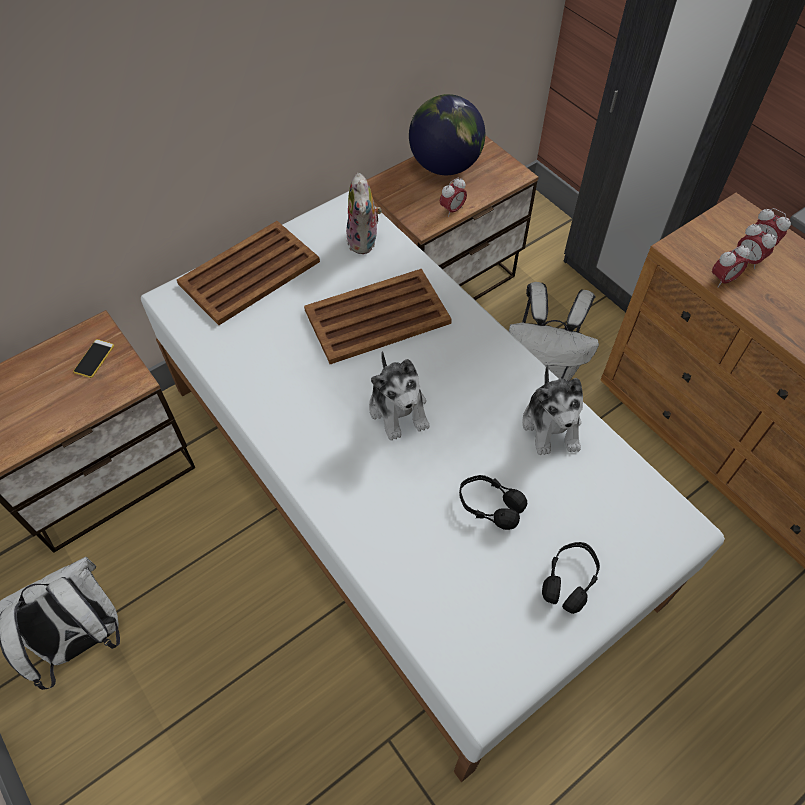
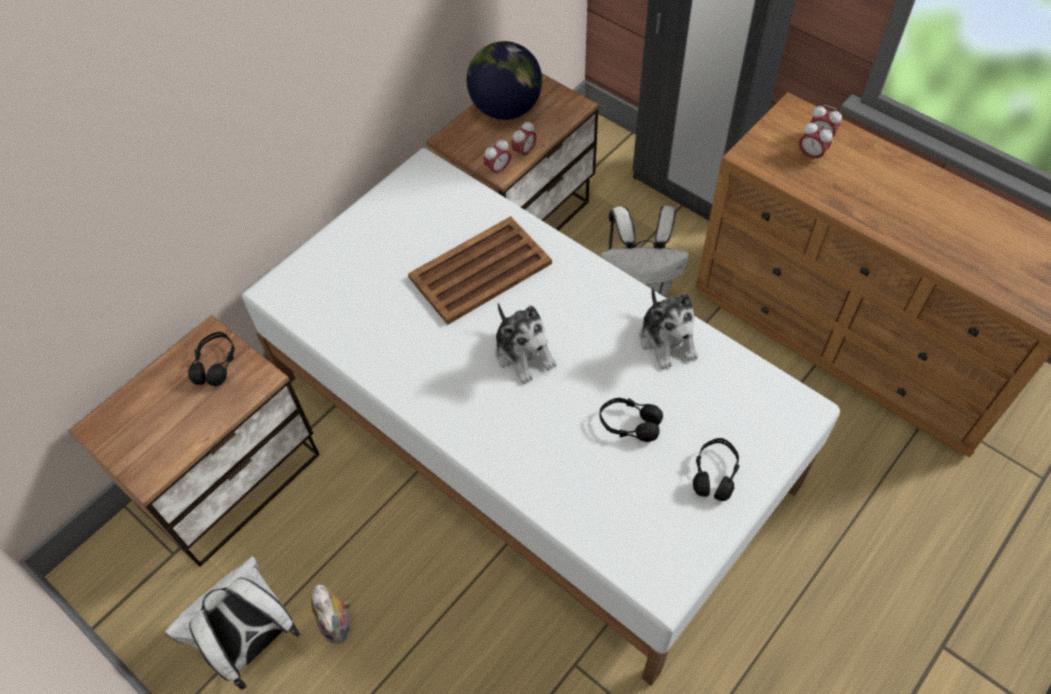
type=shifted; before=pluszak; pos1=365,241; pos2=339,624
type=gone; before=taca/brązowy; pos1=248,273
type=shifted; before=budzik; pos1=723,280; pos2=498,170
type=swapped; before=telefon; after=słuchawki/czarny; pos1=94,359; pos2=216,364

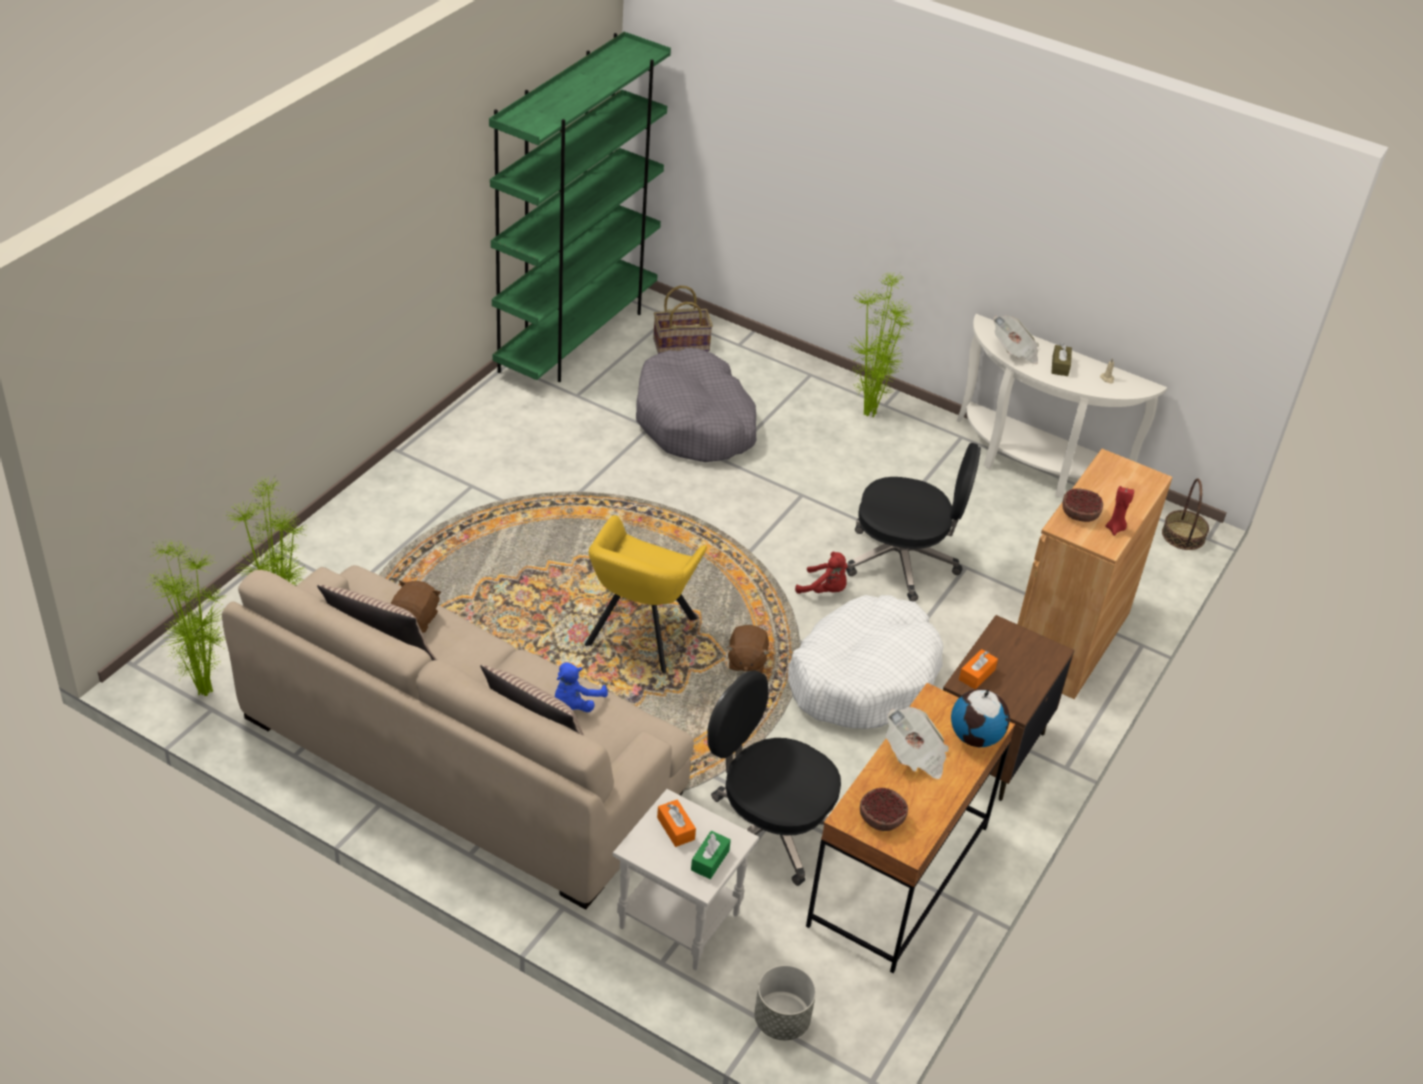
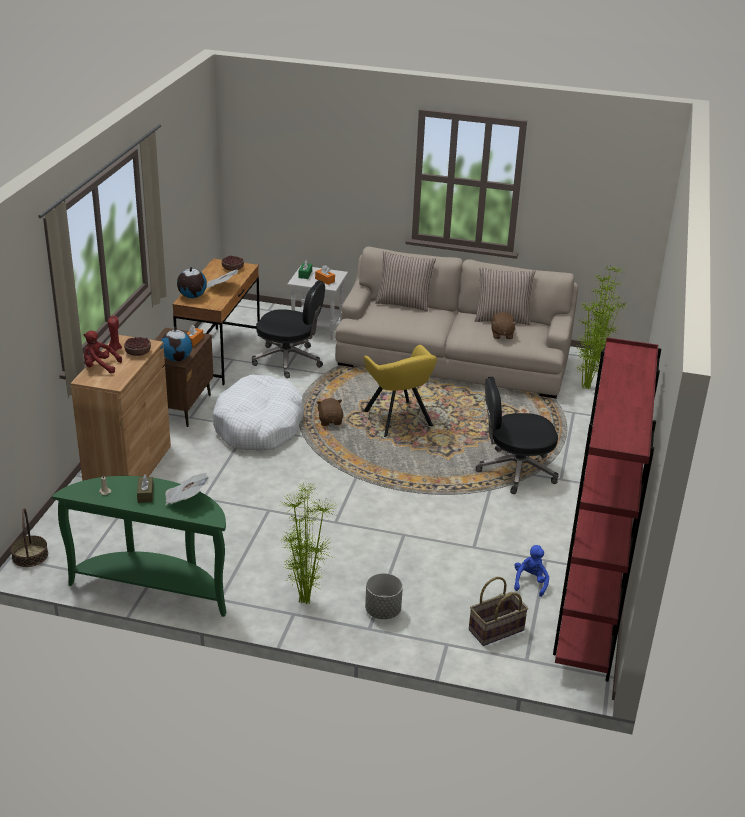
type=repainted; before=regał/zielony; after=regał/czerwony; pos1=577,336; pos2=588,615
type=repainted; before=stolik konsolowy/biały; after=stolik konsolowy/zielony; pos1=1033,466; pos2=154,586
type=gone; before=legowisko/szary; pos1=695,422
type=shifted; before=krzesło biurowe/czarny; pos1=903,561; pos2=515,470
type=rotated; before=fotel/żółty; pos1=638,636; pos2=398,421; turn=150
type=shifted; before=pluszak/czerwony; pos1=824,590; pos2=100,367
type=shifted; before=pluszak/niebieski; pos1=575,703; pos2=530,582
type=shifted; before=donica/szary; pos1=782,1020; pos2=382,611
type=new; after=globus; pos2=177,359

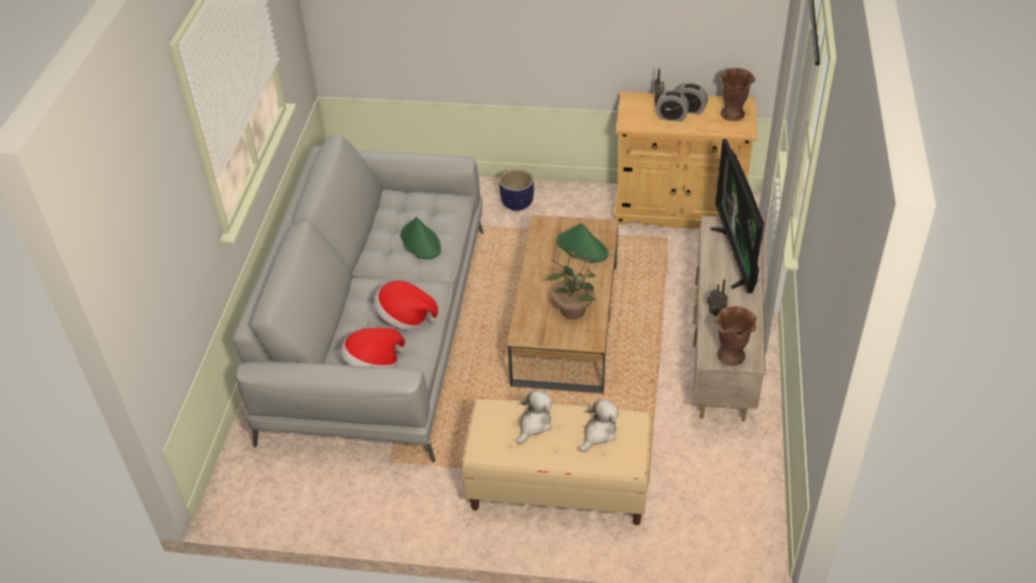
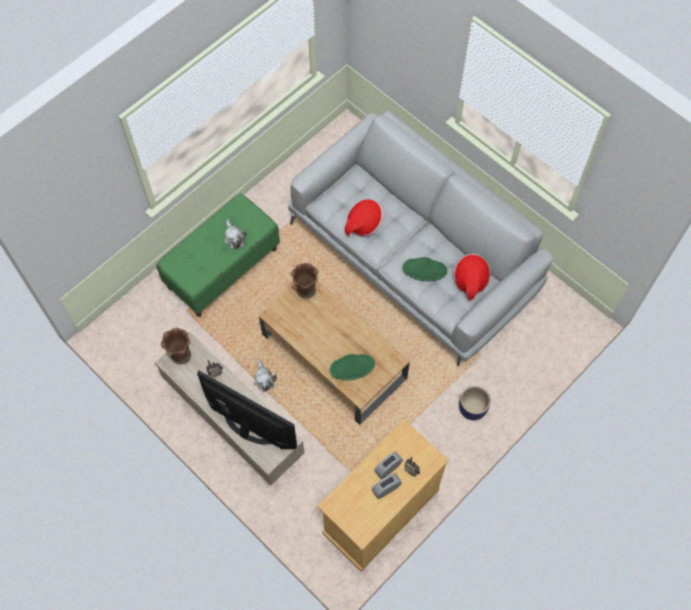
type=shifted; before=wazon/brązowy; pos1=732,114; pos2=306,290
type=gone; before=roślina doniczkowa; pos1=573,309
type=shifted; before=kapelusz; pos1=374,364; pos2=470,281
type=repainted; before=ławka/beżowy; after=ławka/zielony; pos1=558,488; pos2=222,268
type=shifted; before=pluszak; pos1=599,433; pos2=264,379

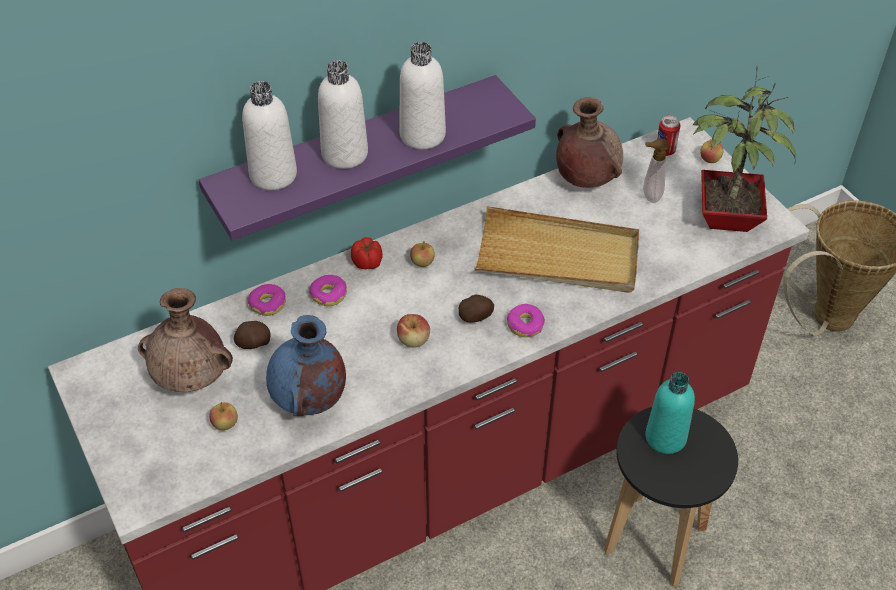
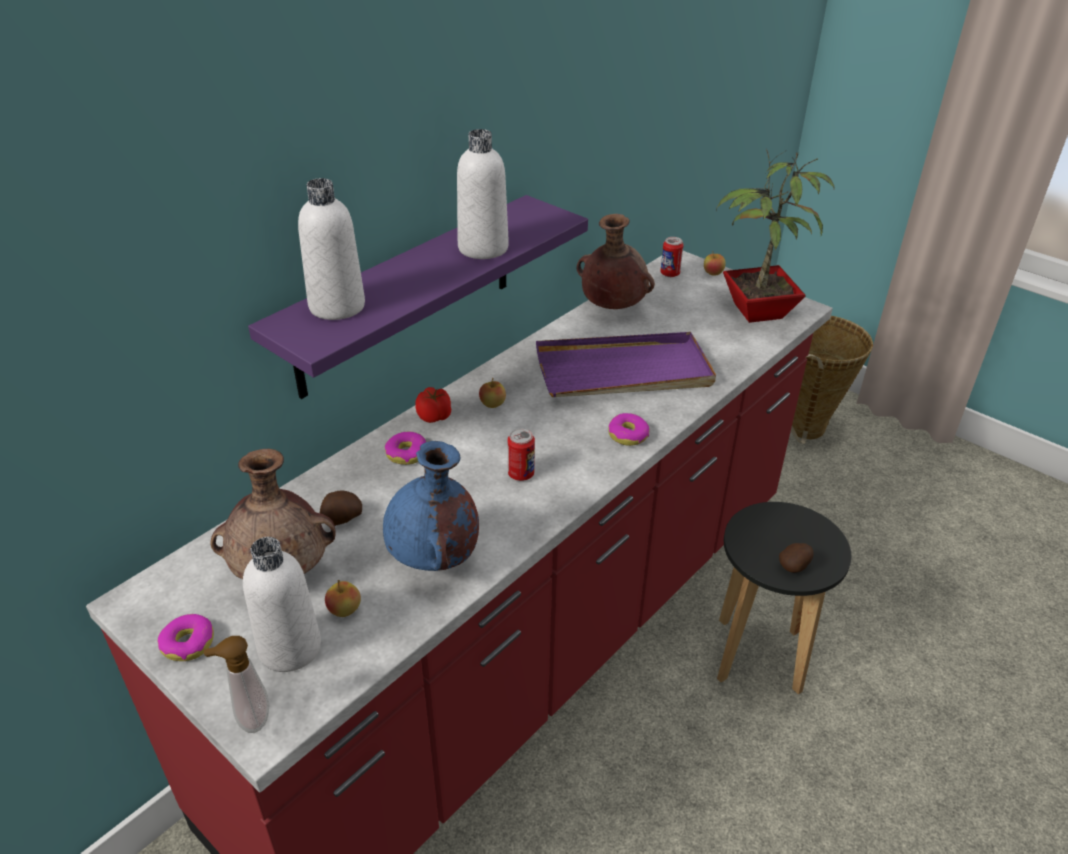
type=shifted; before=butelka/biały; pos1=344,154; pos2=290,648
type=shifted; before=dozownik mydła; pos1=649,196; pos2=250,719
type=repainted; before=taca/beżowy; after=taca/fioletowy; pos1=558,256; pos2=624,371
type=shifted; before=donut; pos1=268,304; pos2=188,643
type=shifted; before=ziemniak; pos1=476,317; pos2=795,566
type=swapped; before=jabłko; after=puszka; pos1=413,340; pos2=521,474
type=gone; before=butelka/turkusowy; pos1=665,437

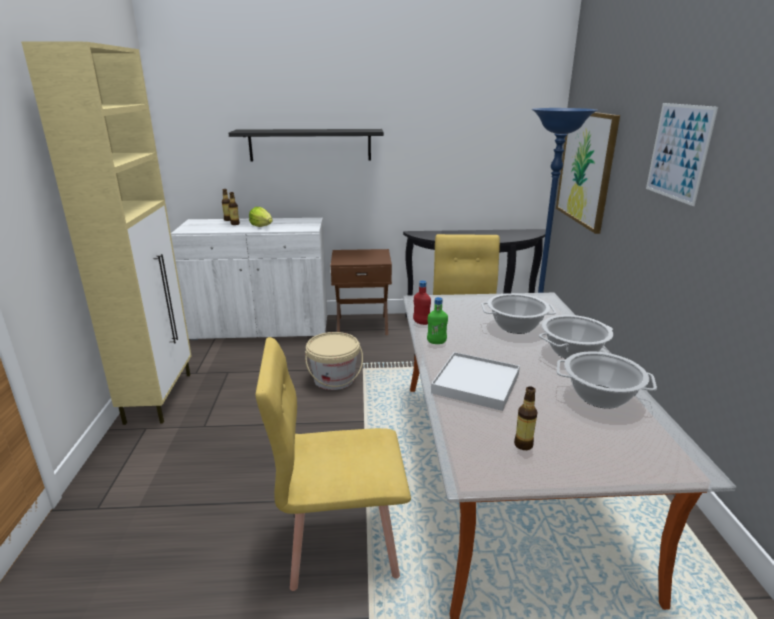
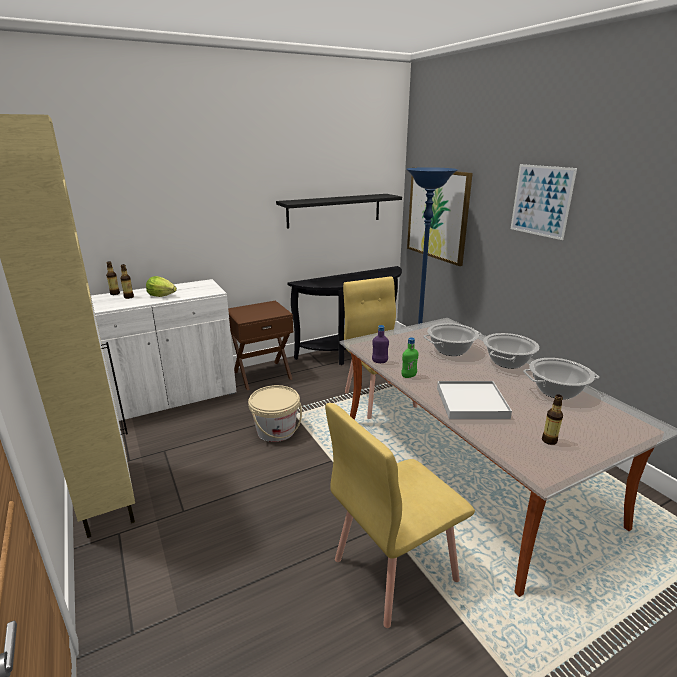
type=shifted; before=półka/czarny; pos1=310,145; pos2=334,210
type=repainted; before=butelka/czerwony; after=butelka/fioletowy; pos1=421,323; pos2=379,362

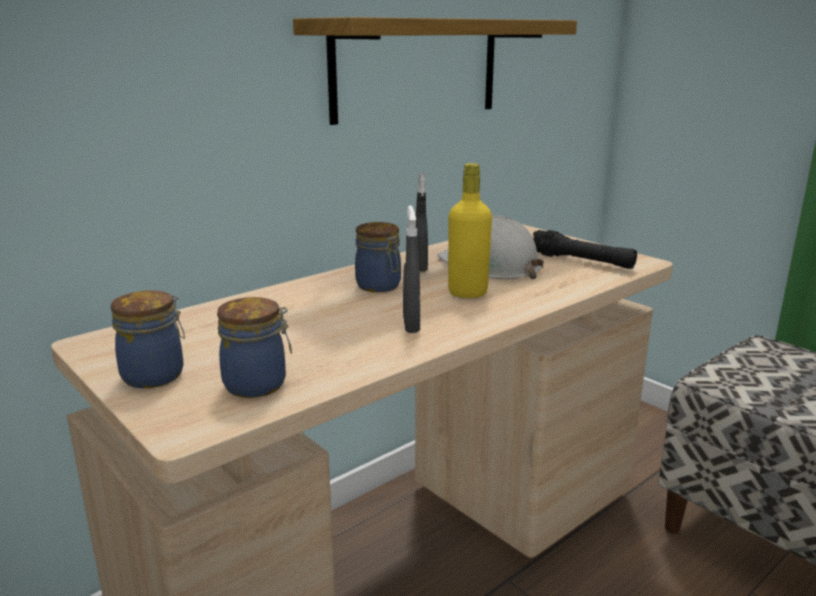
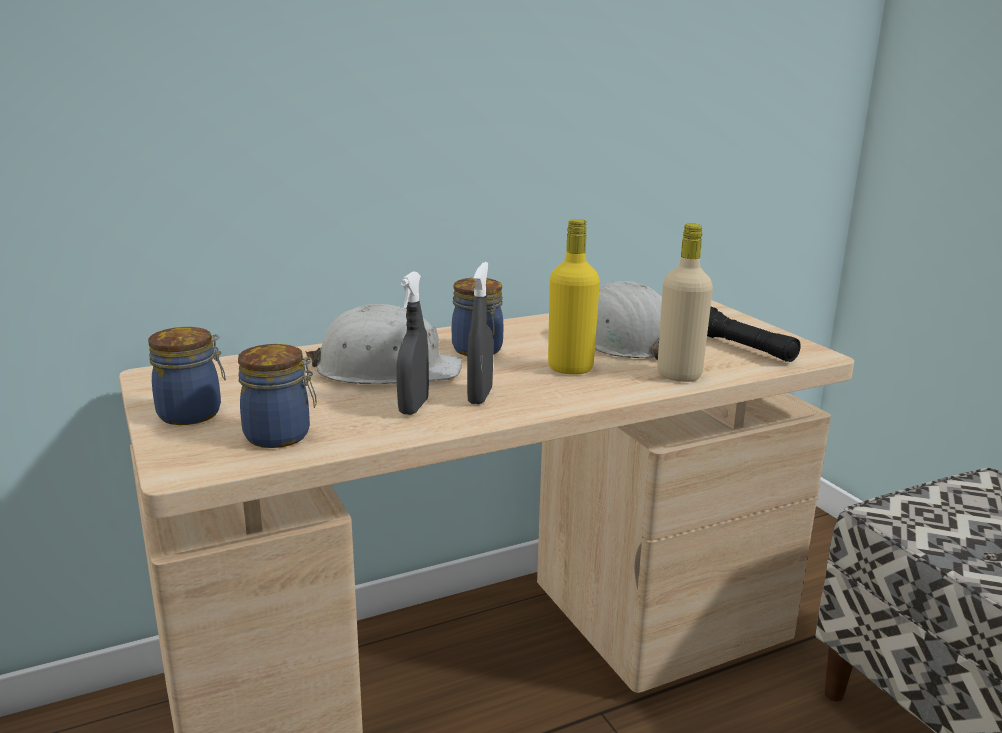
type=gone; before=półka; pos1=417,69
type=shifted; before=spryskiwacz/szary; pos1=421,267; pos2=413,407
type=new; after=butelka/beżowy; pos2=679,375
type=new; after=kask/biały; pos2=387,370

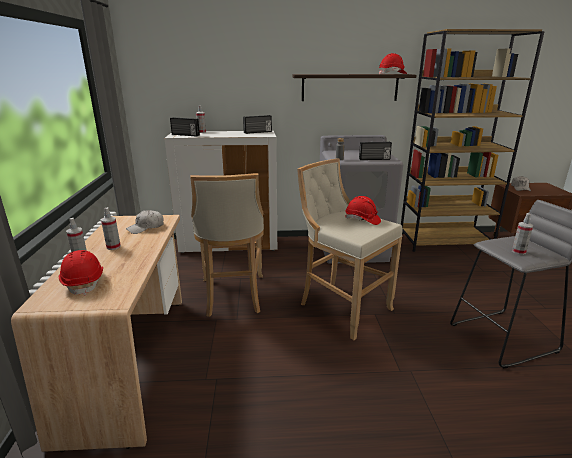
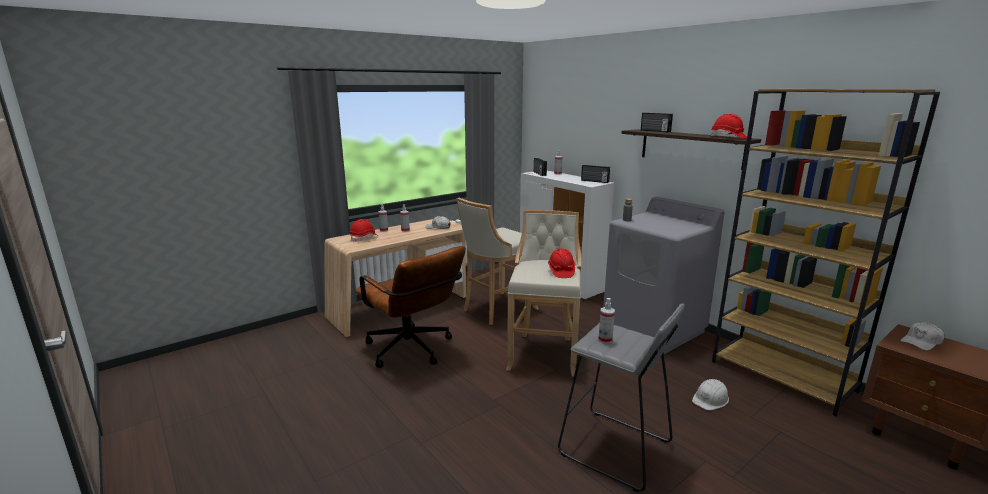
type=shifted; before=radio; pos1=374,159; pos2=655,131
type=new; after=krzesło biurowe/brązowy; pos2=413,351
type=new; after=kask/biały; pos2=710,399

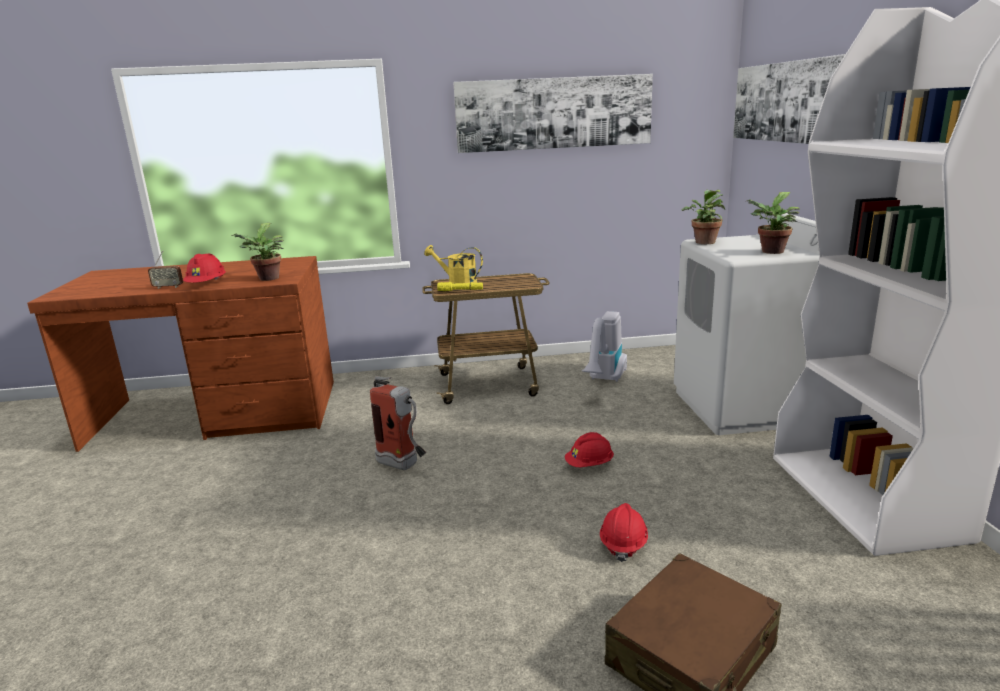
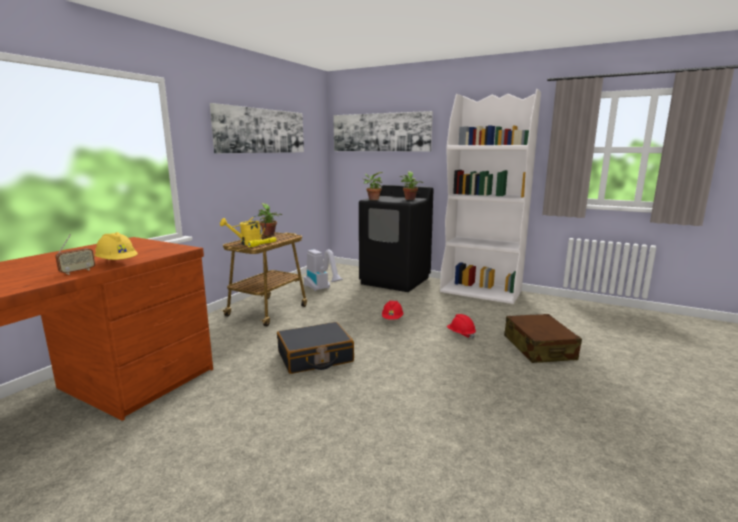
type=repainted; before=pralka/biały; after=pralka/czarny; pos1=744,407; pos2=395,280
type=shifted; before=roślina doniczkowa; pos1=267,279; pos2=269,234
type=repainted; before=kask/czerwony; after=kask/żółty; pos1=207,285; pos2=117,263
type=swapped; before=gaśnica; after=walizka/czarny; pos1=403,465; pos2=315,357

